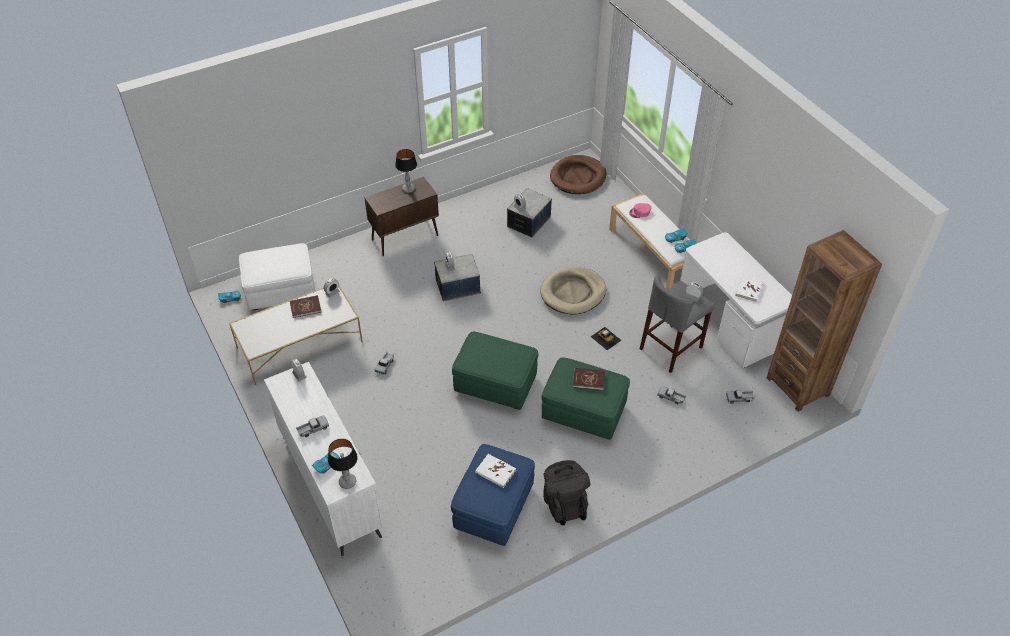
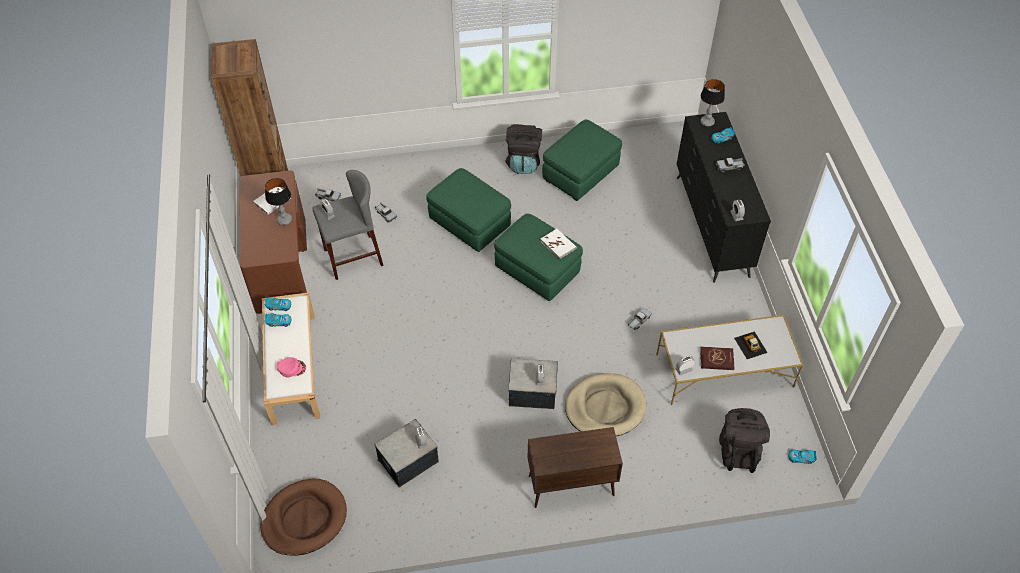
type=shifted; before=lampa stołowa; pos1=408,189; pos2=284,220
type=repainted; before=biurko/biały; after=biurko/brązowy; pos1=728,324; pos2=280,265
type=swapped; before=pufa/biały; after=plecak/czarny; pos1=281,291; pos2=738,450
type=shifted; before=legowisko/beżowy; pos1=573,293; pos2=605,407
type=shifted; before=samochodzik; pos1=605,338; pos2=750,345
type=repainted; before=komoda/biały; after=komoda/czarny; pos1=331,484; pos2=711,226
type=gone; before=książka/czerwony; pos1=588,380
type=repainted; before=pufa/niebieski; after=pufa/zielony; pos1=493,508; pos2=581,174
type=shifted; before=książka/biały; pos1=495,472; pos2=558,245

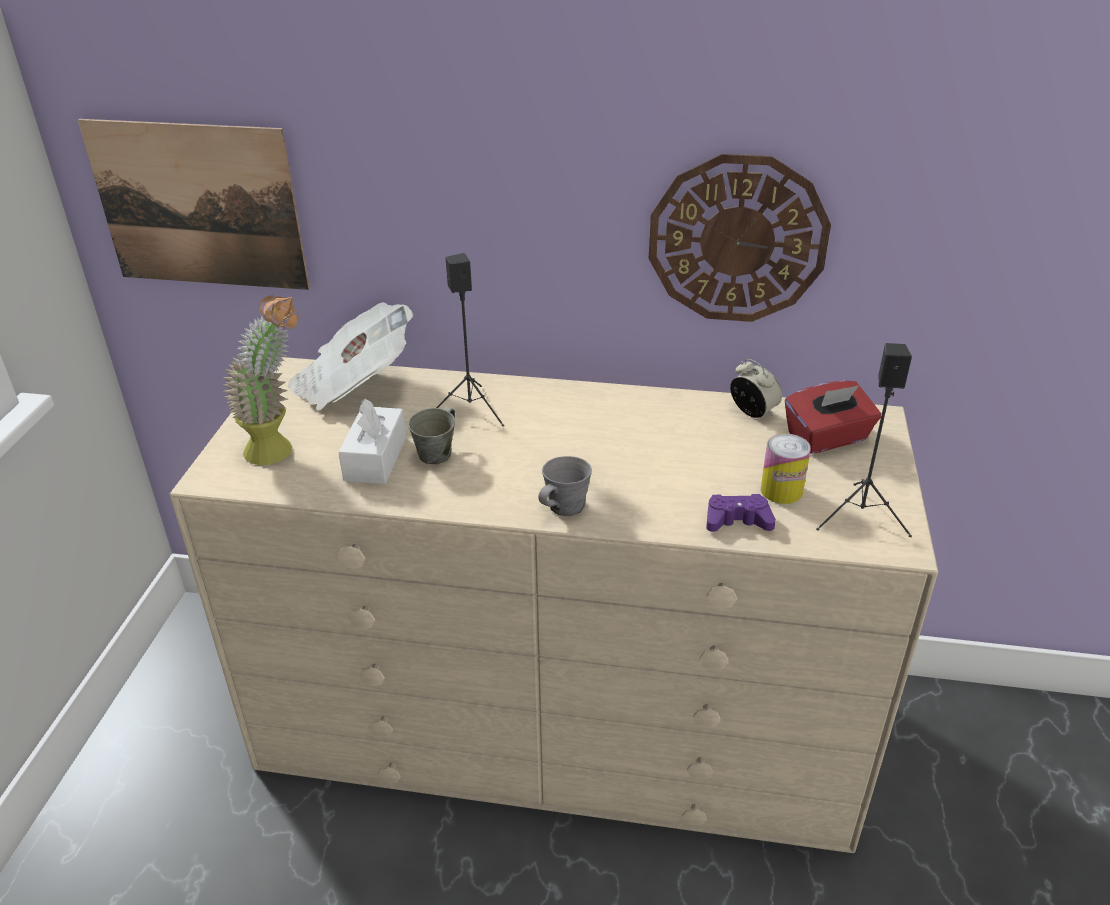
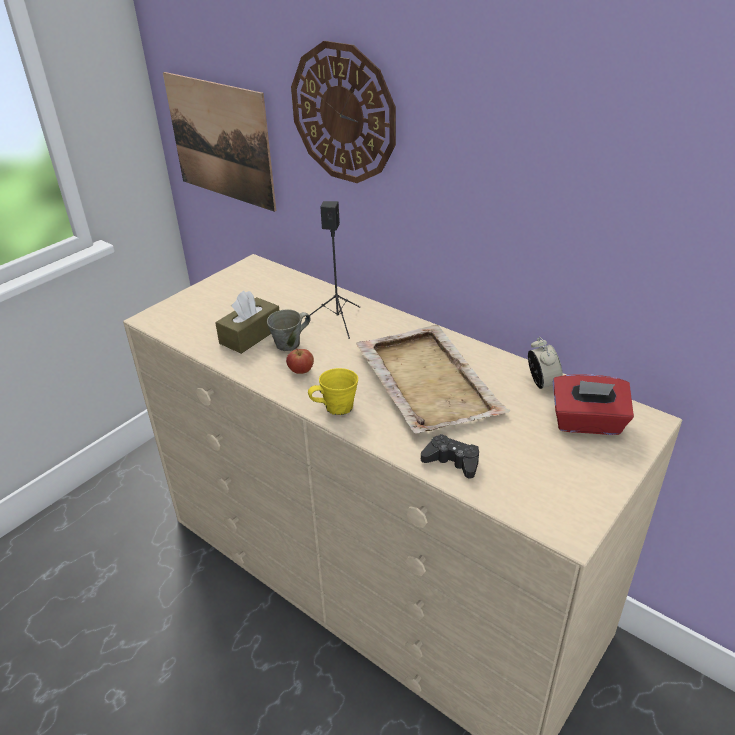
type=shifted; before=zegar ścienny; pos1=737,240; pos2=343,114
type=gone; before=roślina doniczkowa; pos1=281,451
type=gone; before=gazeta; pos1=353,384
type=gone; before=głośnik/czarny; pos1=862,516
type=repainted; before=pudełko chusteczek/biały; after=pudełko chusteczek/brązowy; pos1=375,458; pos2=250,335
type=gone; before=puszka; pos1=781,490
type=repainted; before=kubek/szary; after=kubek/żółty; pos1=564,507; pos2=336,407
type=repainted; before=pad do gier/fioletowy; after=pad do gier/czarny; pos1=737,520; pos2=452,461
type=new; after=taca/beżowy; pos2=427,380
type=new; after=jabłko; pos2=301,371

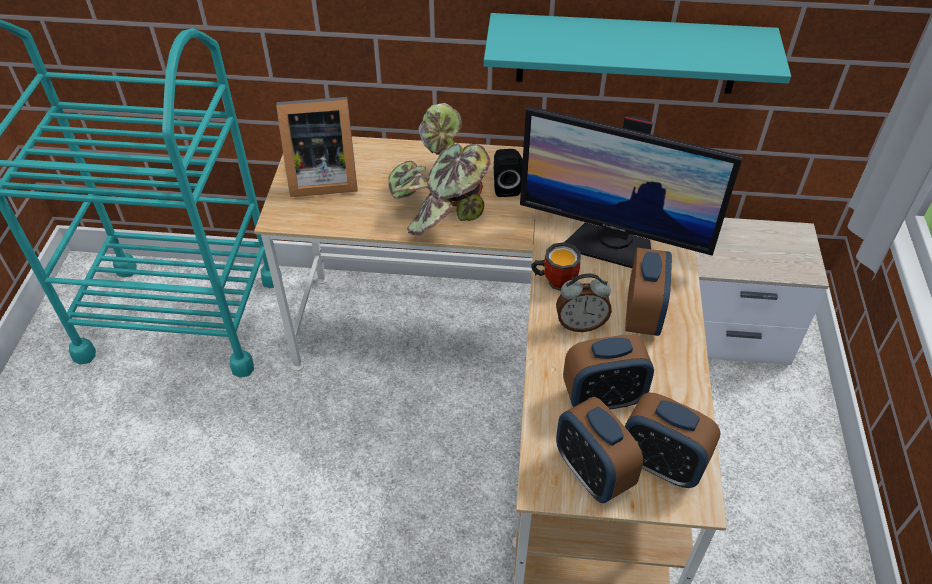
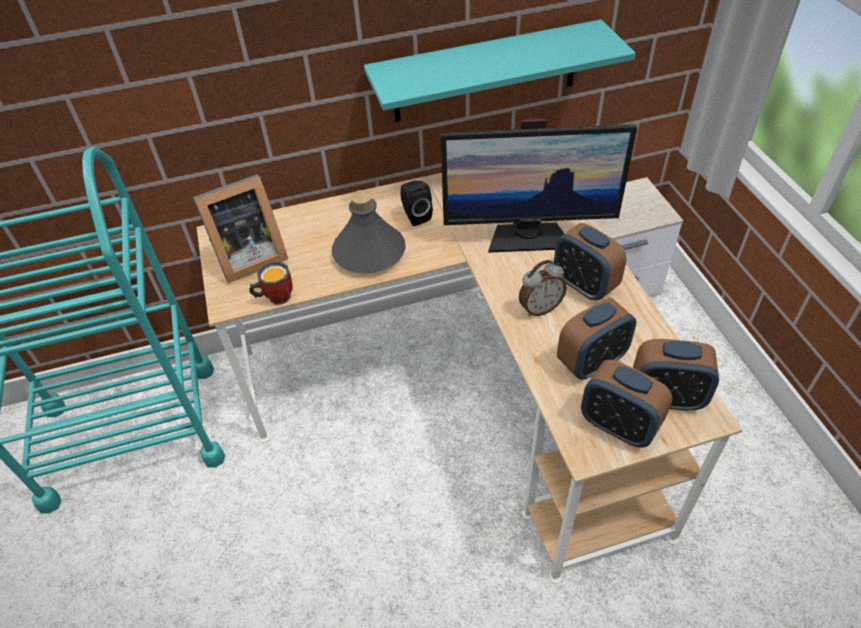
type=swapped; before=roślina doniczkowa; after=butelka/szary; pos1=439,210; pos2=369,253
type=shifted; before=kubek; pos1=555,280; pos2=275,297
type=rotated; before=budzik; pos1=642,316; pos2=584,285; turn=150

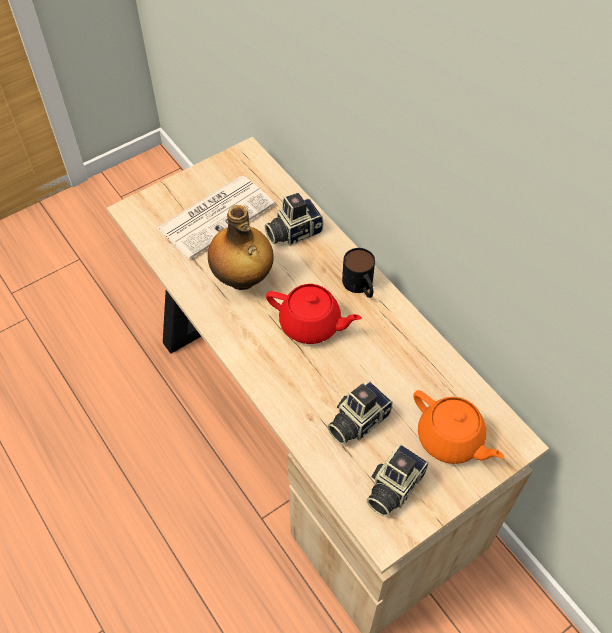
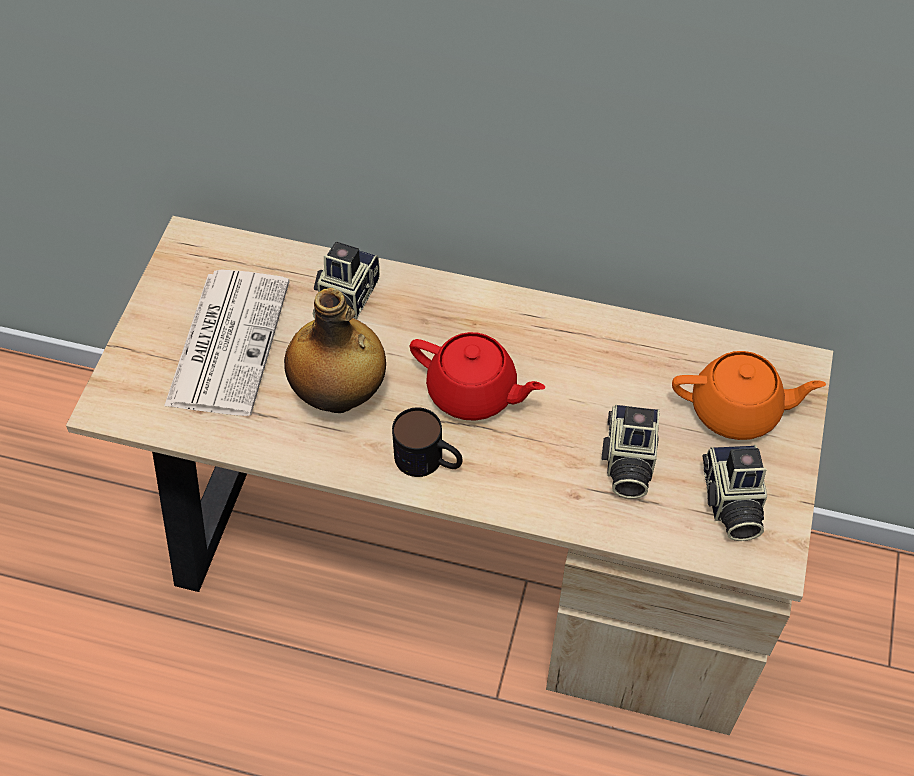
type=shifted; before=kubek; pos1=360,286; pos2=429,461
type=rotated; before=imbryk/czerwony; pos1=311,324; pos2=473,392; turn=45

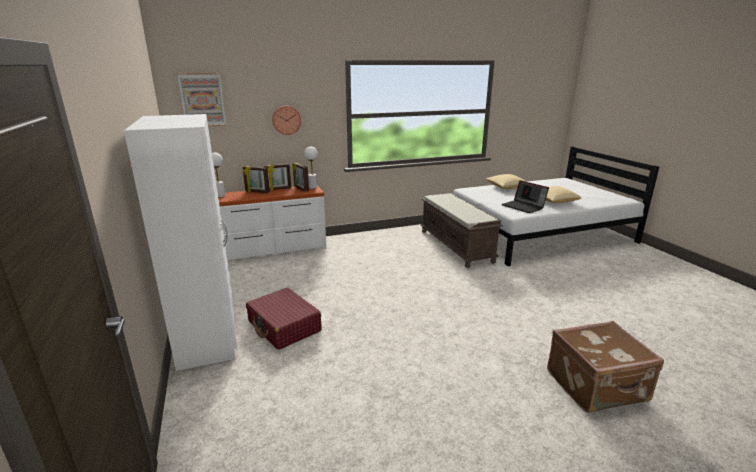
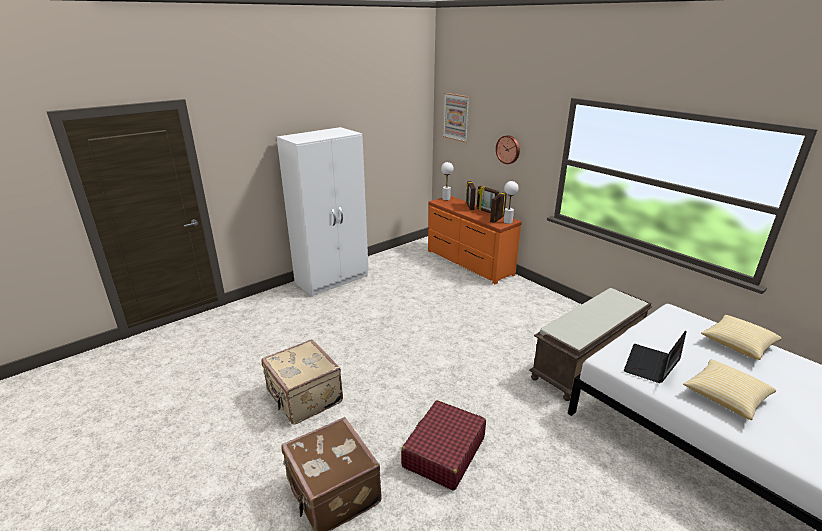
type=repainted; before=komoda/biały; after=komoda/pomarańczowy; pos1=274,250; pos2=468,262
type=shifted; before=walizka/czerwony; pos1=284,326; pos2=443,452
type=new; after=walizka/beżowy; pos2=303,398

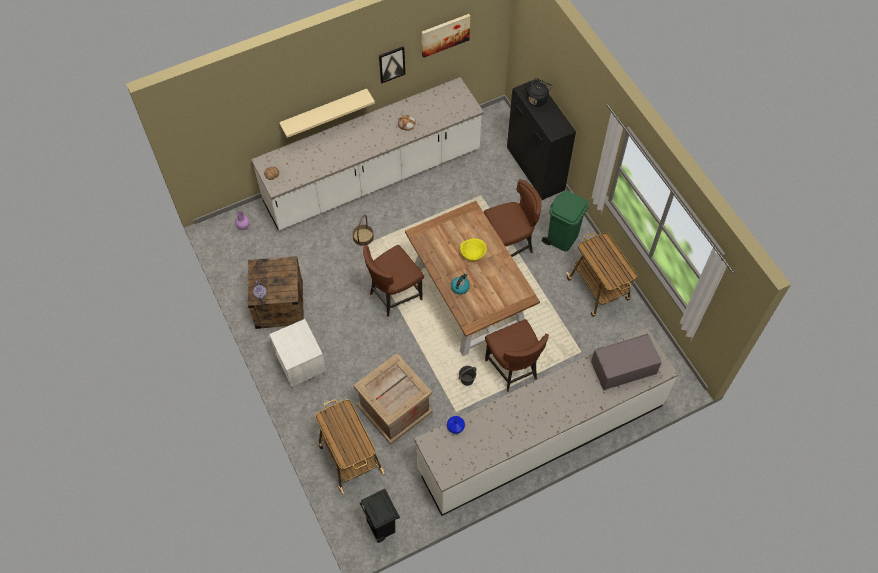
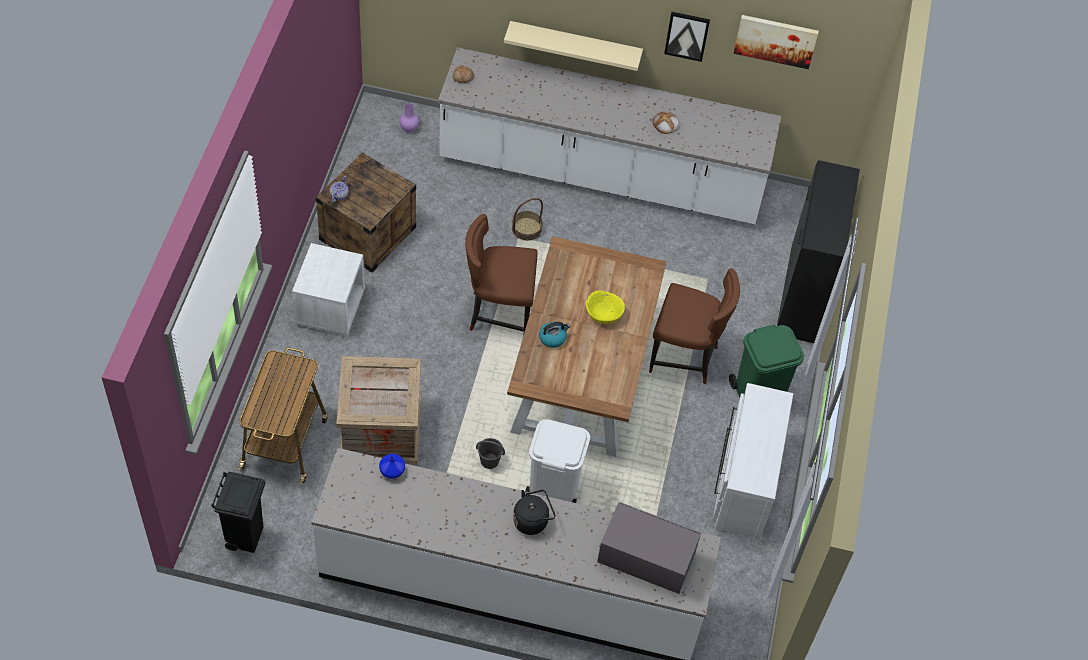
type=shifted; before=czajnik/czarny; pos1=537,98; pos2=532,520
type=swapped; before=wózek; after=komoda/biały; pos1=598,290; pos2=743,482
type=swapped; before=krzesło/brązowy; after=kosz na śmieci/biały; pos1=513,369; pos2=553,489

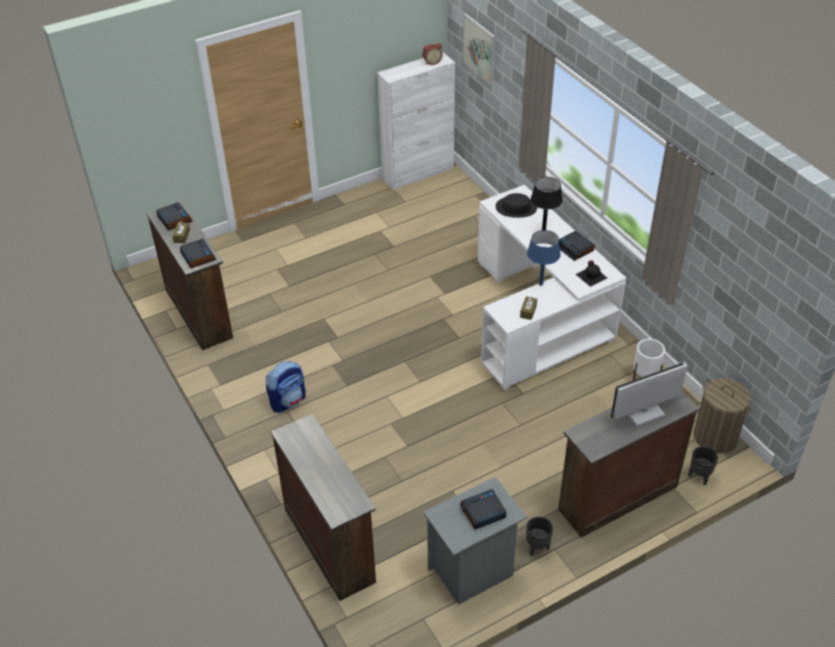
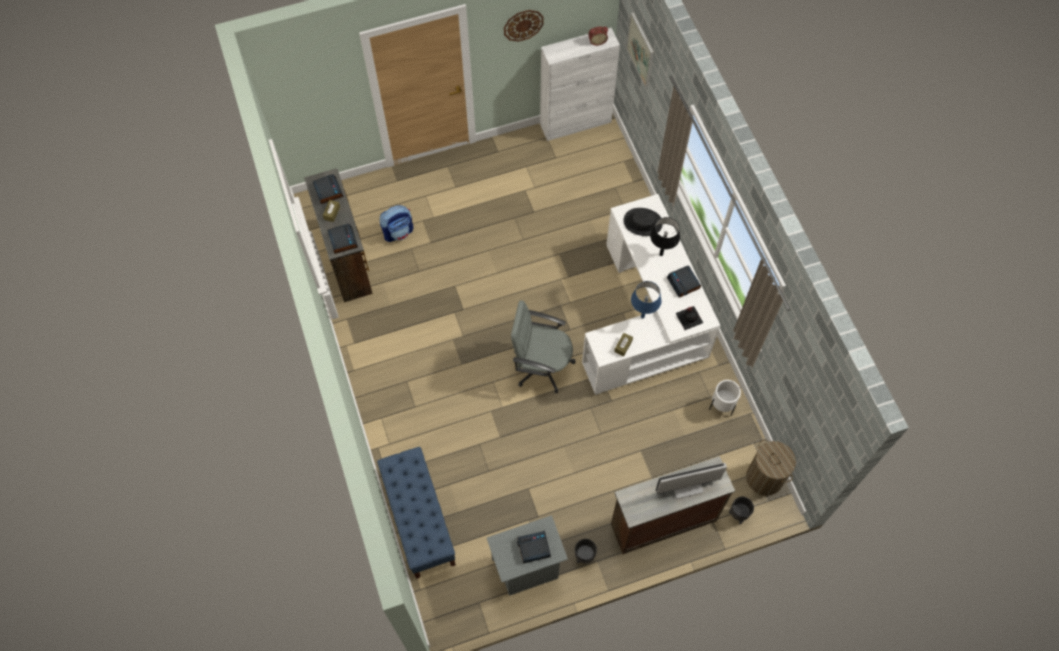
type=shifted; before=plecak; pos1=288,401; pos2=398,232
type=swapped; before=komoda/brązowy; after=ławka/niebieski; pos1=330,543; pos2=419,520
type=new; after=zegar ścienny; pos2=523,25
type=new; after=krzesło biurowe/szary; pos2=541,365

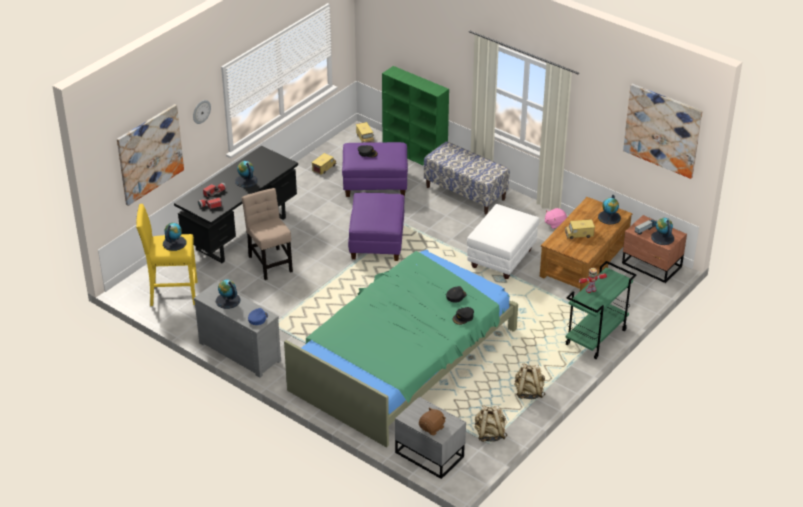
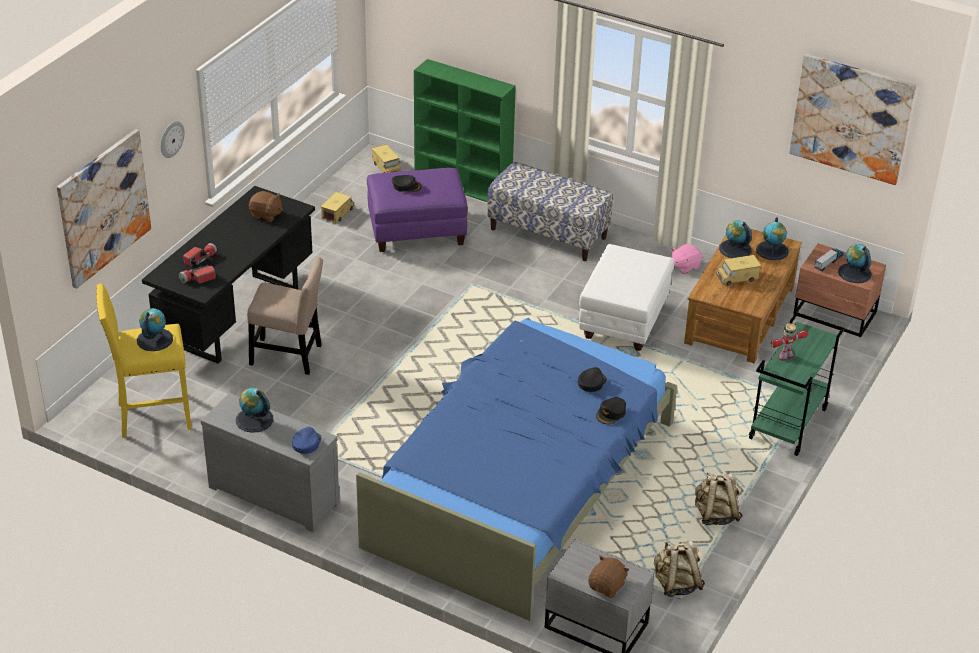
type=shifted; before=globus; pos1=246,181; pos2=735,249
type=rotated; before=krzesło/beżowy; pos1=270,262; pos2=289,356; turn=135
type=gone; before=pufa/fioletowy; pos1=377,241
type=repainted; before=łóżko/zielony; after=łóżko/niebieski; pos1=405,358; pos2=523,481
type=new; after=pluszak/brązowy; pos2=266,215

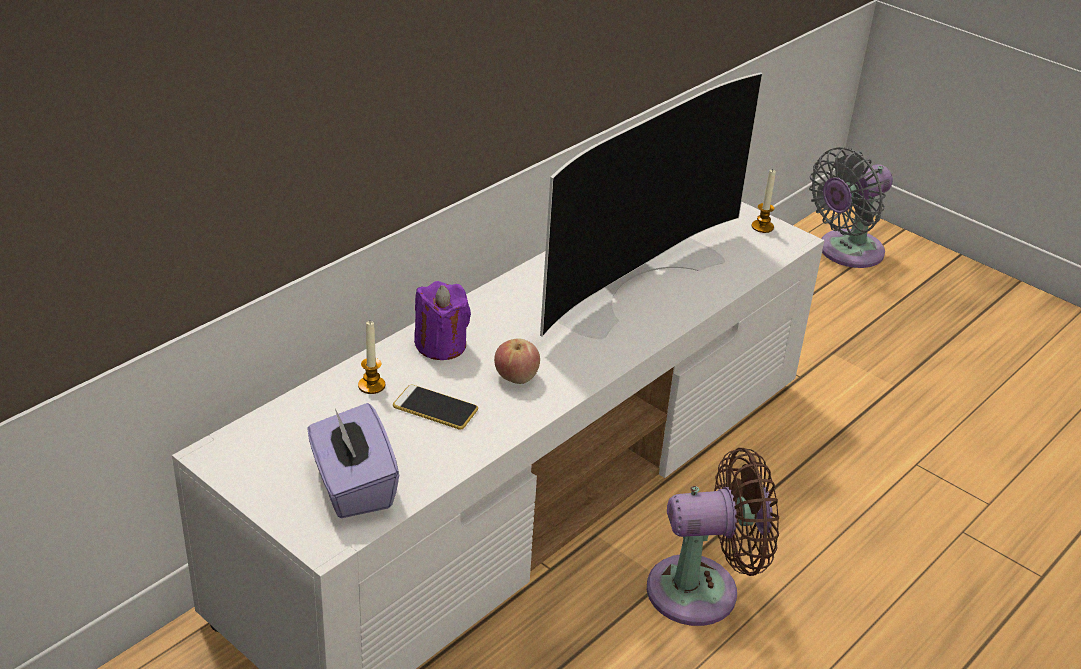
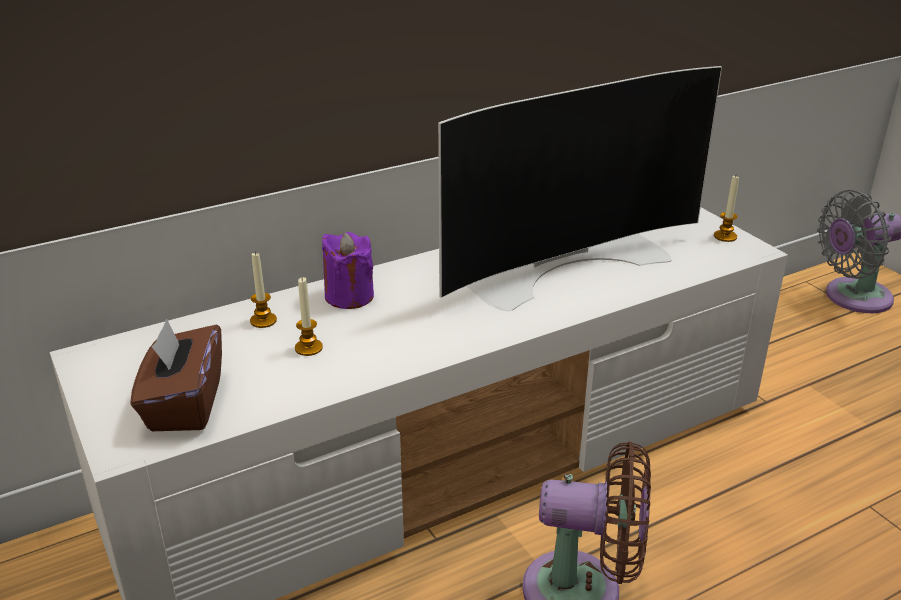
type=gone; before=jabłko; pos1=516,377
type=swapped; before=telefon; after=świeca; pos1=435,408; pos2=308,348
type=repainted; before=pudełko chusteczek/fioletowy; after=pudełko chusteczek/brązowy; pos1=353,486; pos2=184,404

